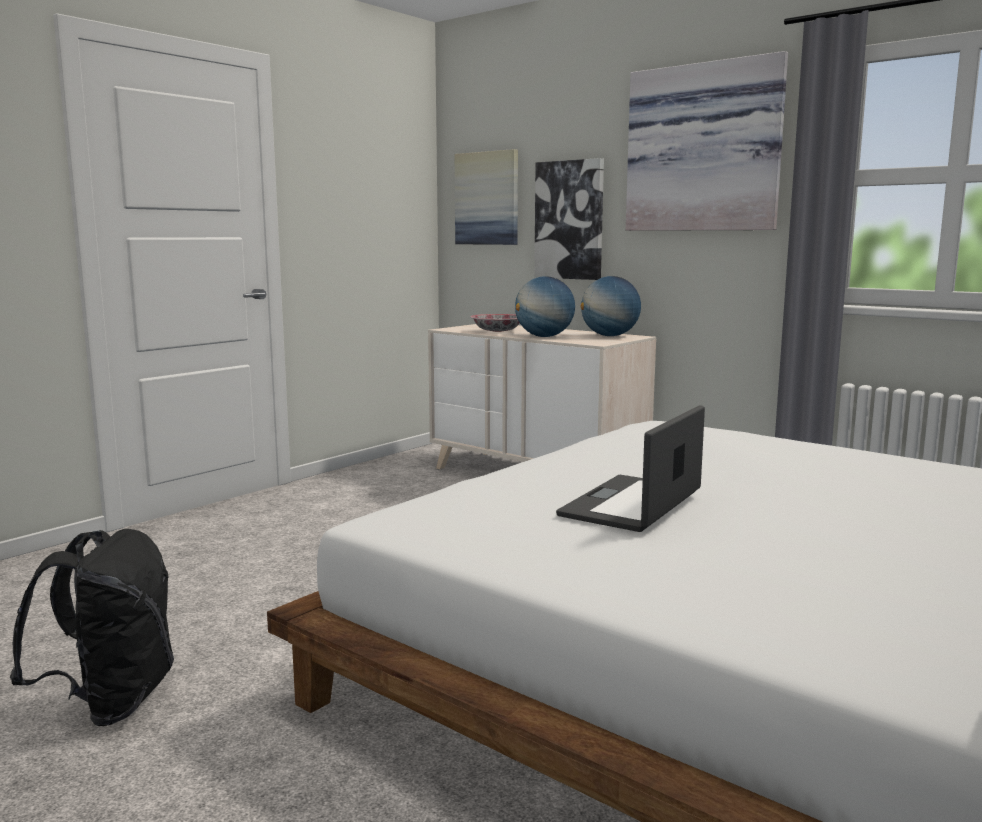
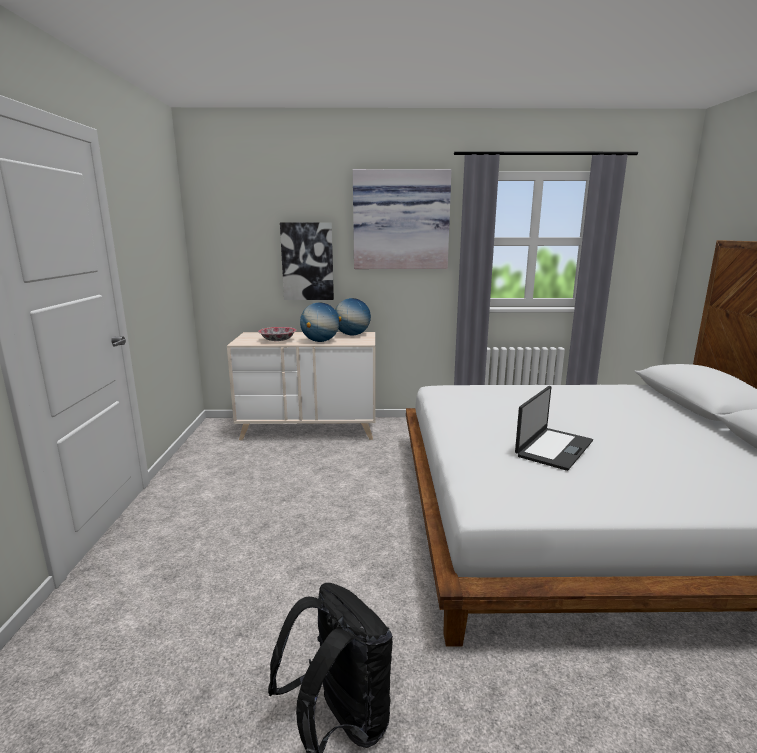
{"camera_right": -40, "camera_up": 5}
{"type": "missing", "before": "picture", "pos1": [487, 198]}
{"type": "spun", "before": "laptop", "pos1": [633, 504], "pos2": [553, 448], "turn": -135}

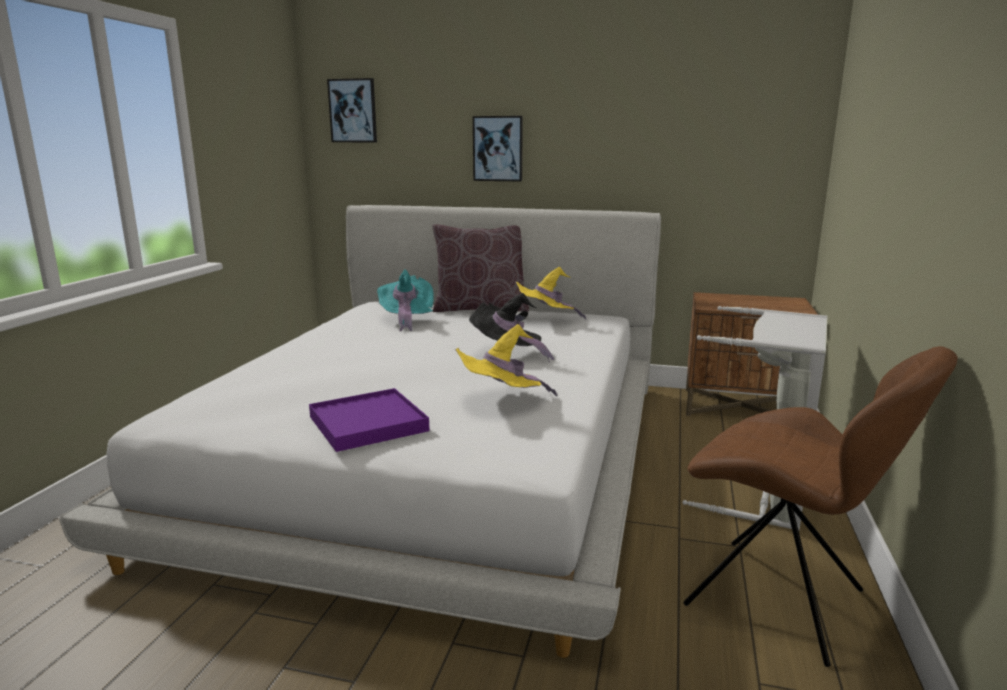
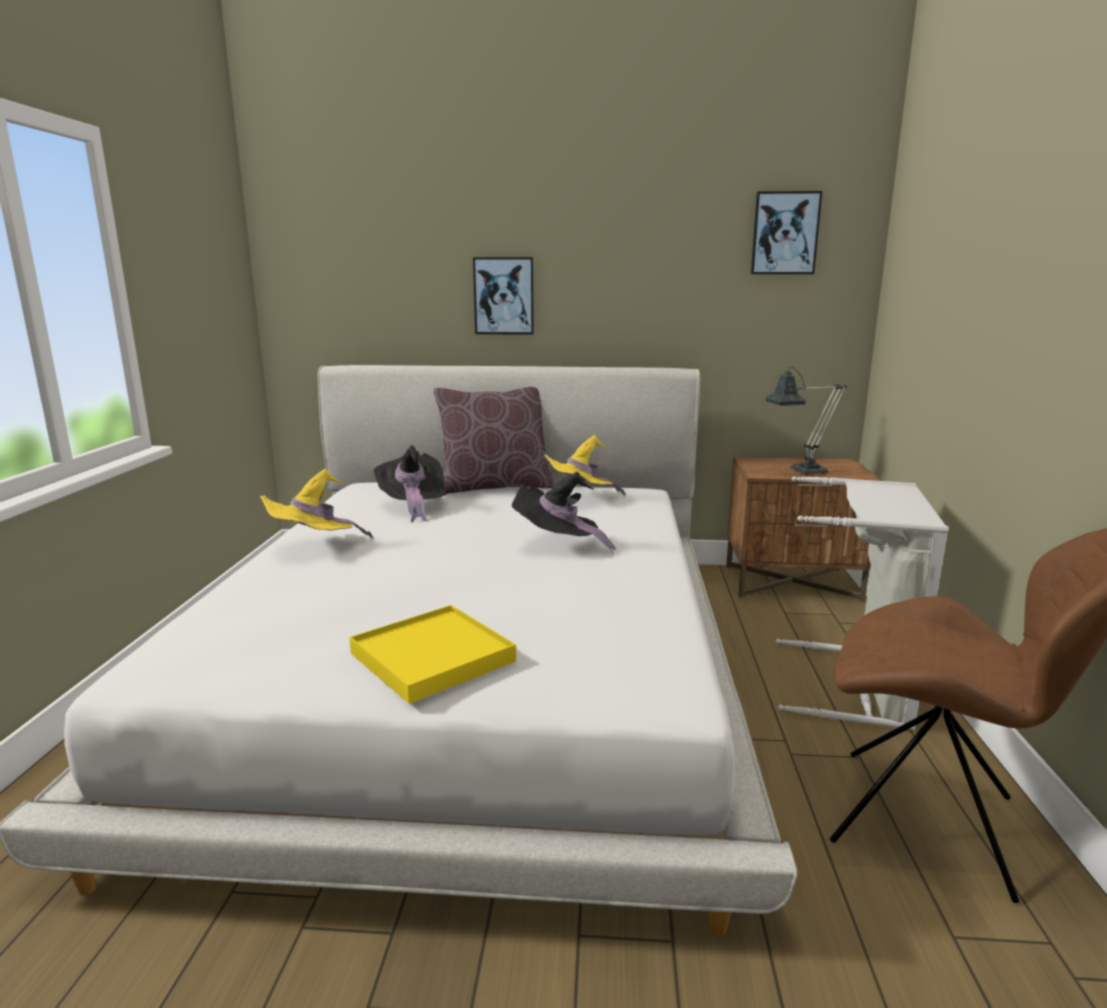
{"camera_right": -10, "camera_up": 0}
{"type": "relocated", "before": "picture", "pos1": [353, 111], "pos2": [785, 233]}
{"type": "colour", "before": "turquoise hat", "after": "black hat", "pos1": [406, 320], "pos2": [413, 507]}
{"type": "relocated", "before": "yellow hat", "pos1": [501, 402], "pos2": [314, 547]}
{"type": "colour", "before": "purple tray", "after": "yellow tray", "pos1": [368, 424], "pos2": [432, 657]}
{"type": "appeared", "after": "table lamp", "pos2": [801, 472]}

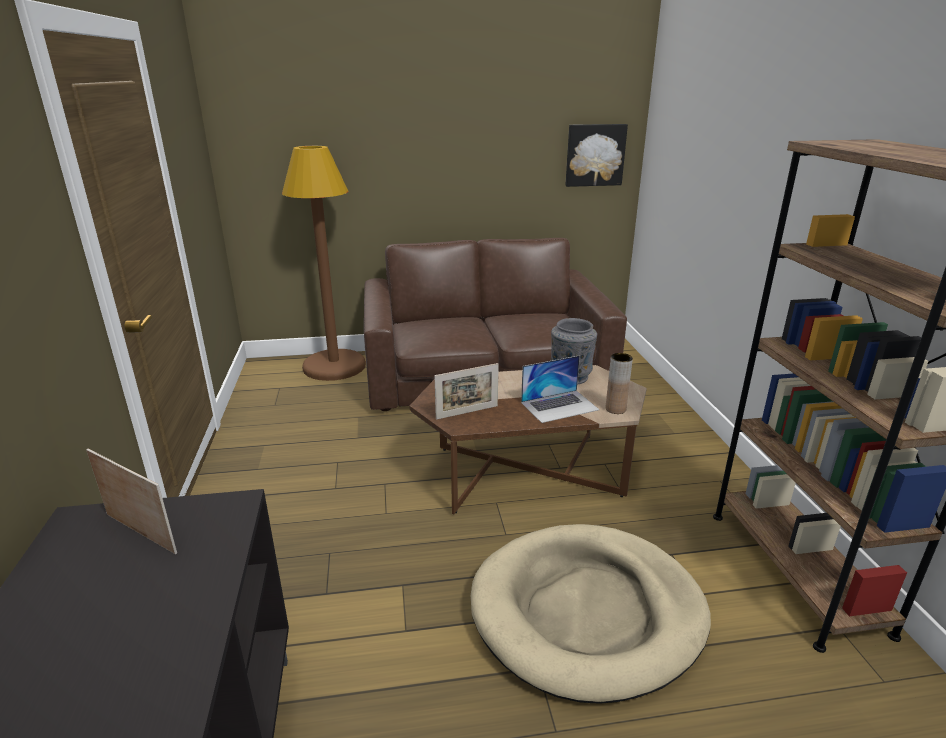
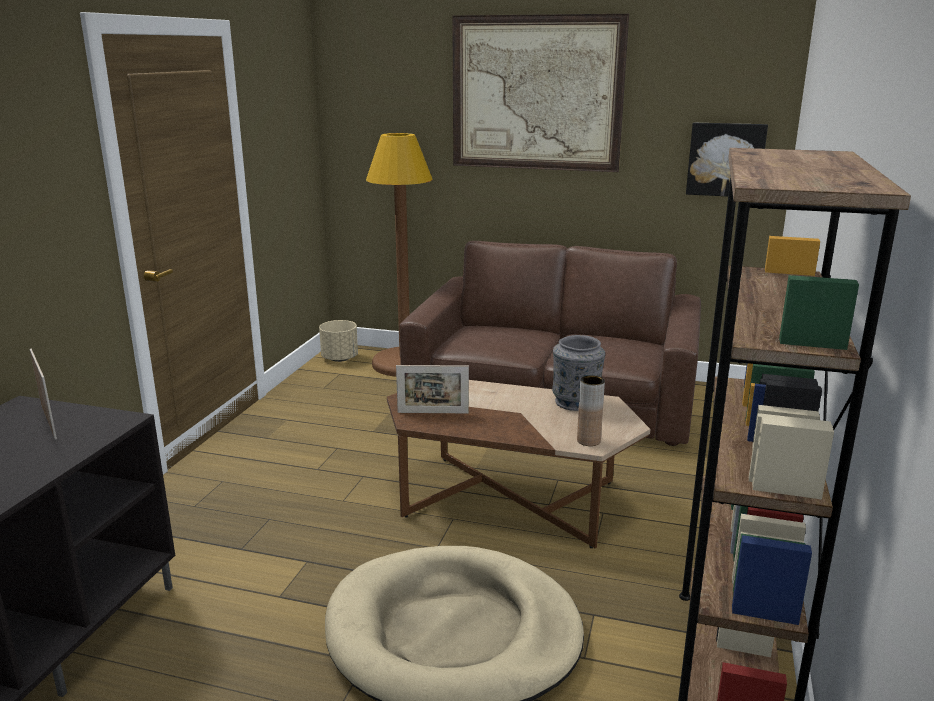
{"camera_right": 25, "camera_up": -5}
{"type": "missing", "before": "laptop", "pos1": [559, 406]}
{"type": "appeared", "after": "picture", "pos2": [536, 94]}
{"type": "appeared", "after": "beige planter", "pos2": [340, 358]}

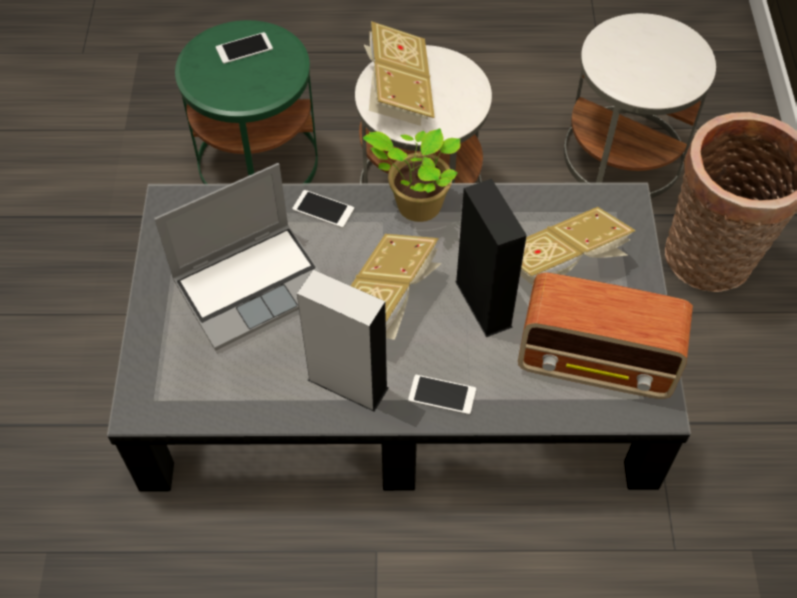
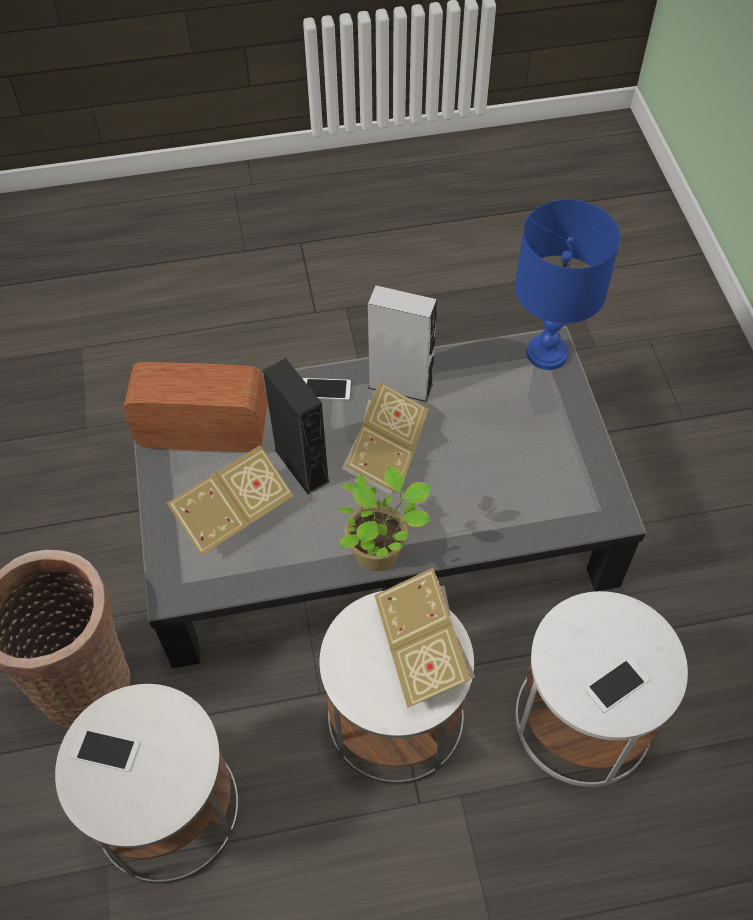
{"camera_right": 170, "camera_up": 0}
{"type": "colour", "before": "green side table", "after": "white side table", "pos1": [259, 162], "pos2": [581, 718]}
{"type": "missing", "before": "laptop", "pos1": [253, 285]}
{"type": "relocated", "before": "phone", "pos1": [323, 209], "pos2": [105, 750]}
{"type": "appeared", "after": "blue table lamp", "pos2": [547, 353]}

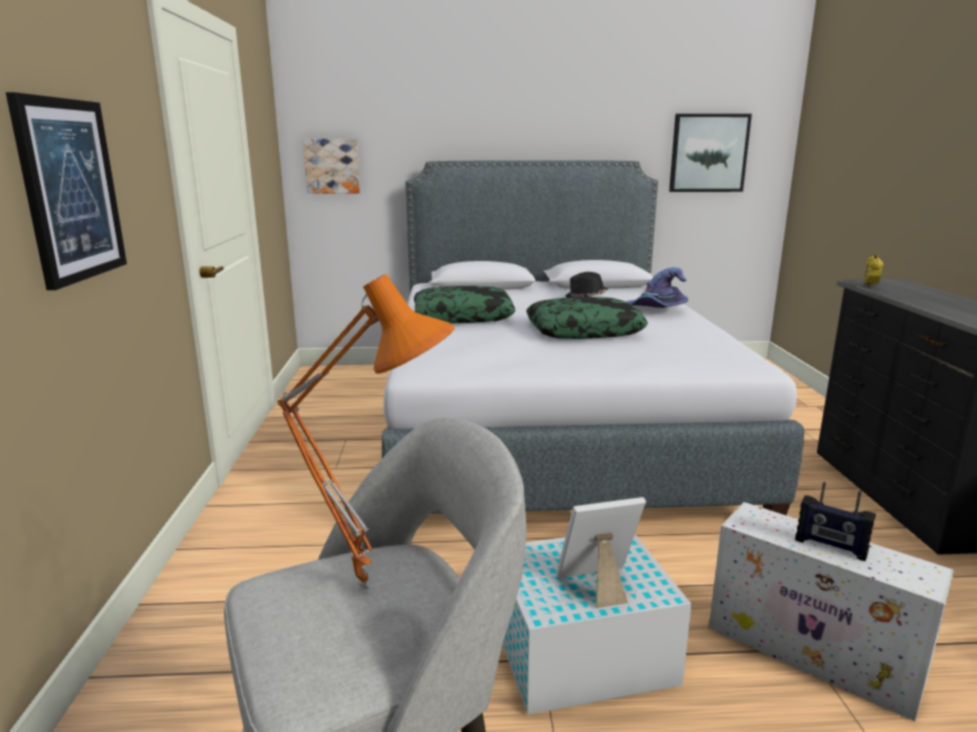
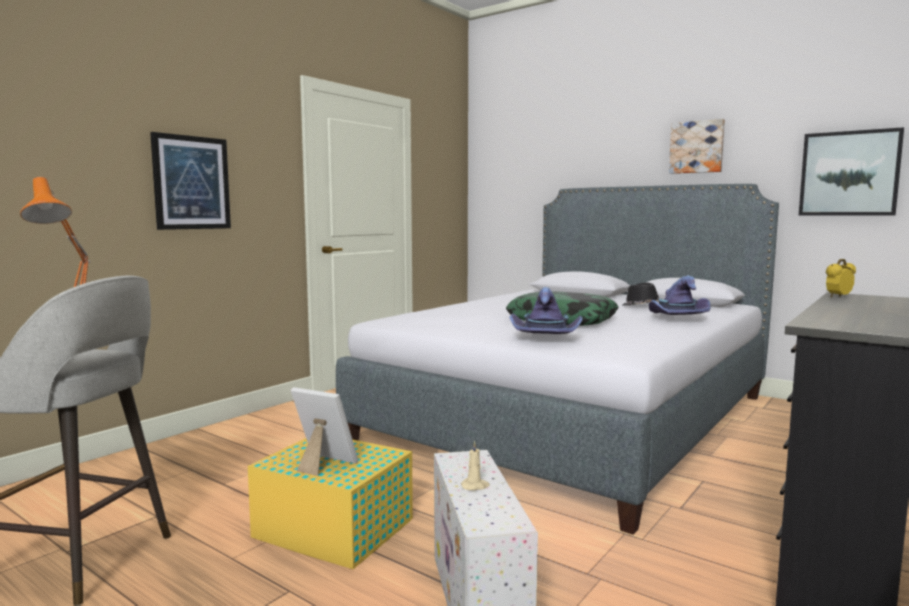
{"camera_right": 40, "camera_up": -10}
{"type": "relocated", "before": "picture", "pos1": [332, 166], "pos2": [697, 147]}
{"type": "missing", "before": "pillow", "pos1": [463, 316]}
{"type": "exchanged", "before": "radio", "after": "beige candle", "pos1": [830, 546], "pos2": [475, 486]}
{"type": "colour", "before": "white storage box", "after": "yellow storage box", "pos1": [579, 651], "pos2": [332, 528]}
{"type": "appeared", "after": "purple hat", "pos2": [545, 338]}

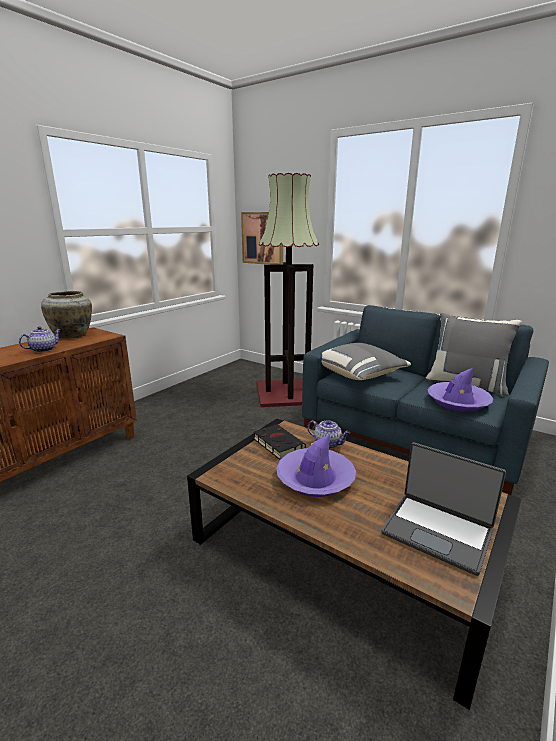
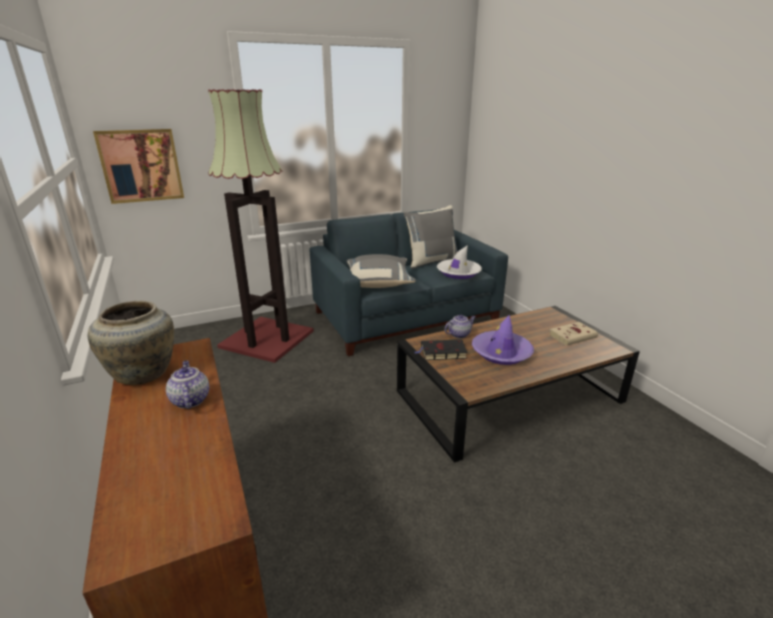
{"camera_right": -60, "camera_up": 5}
{"type": "colour", "before": "purple hat", "after": "white hat", "pos1": [458, 402], "pos2": [458, 273]}
{"type": "exchanged", "before": "laptop", "after": "beige book", "pos1": [437, 531], "pos2": [573, 336]}

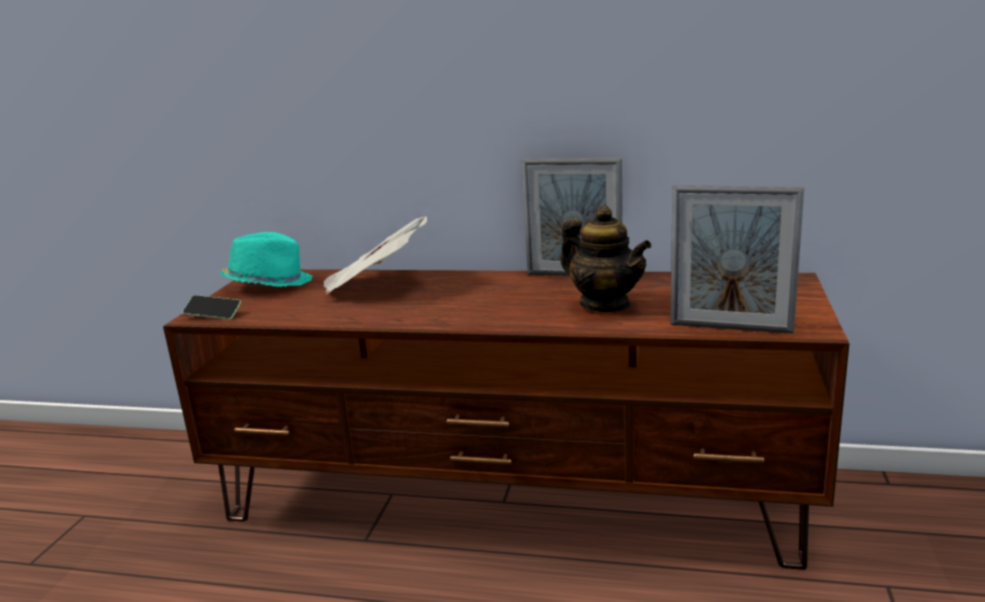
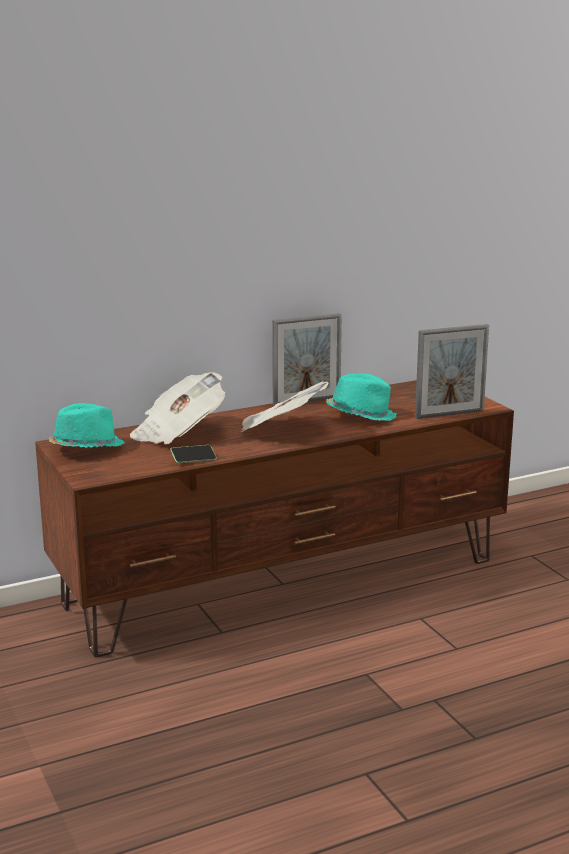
{"camera_right": -40, "camera_up": 0}
{"type": "exchanged", "before": "teapot", "after": "turquoise hat", "pos1": [605, 305], "pos2": [361, 415]}
{"type": "relocated", "before": "phone", "pos1": [213, 315], "pos2": [193, 460]}
{"type": "appeared", "after": "newspaper", "pos2": [281, 430]}

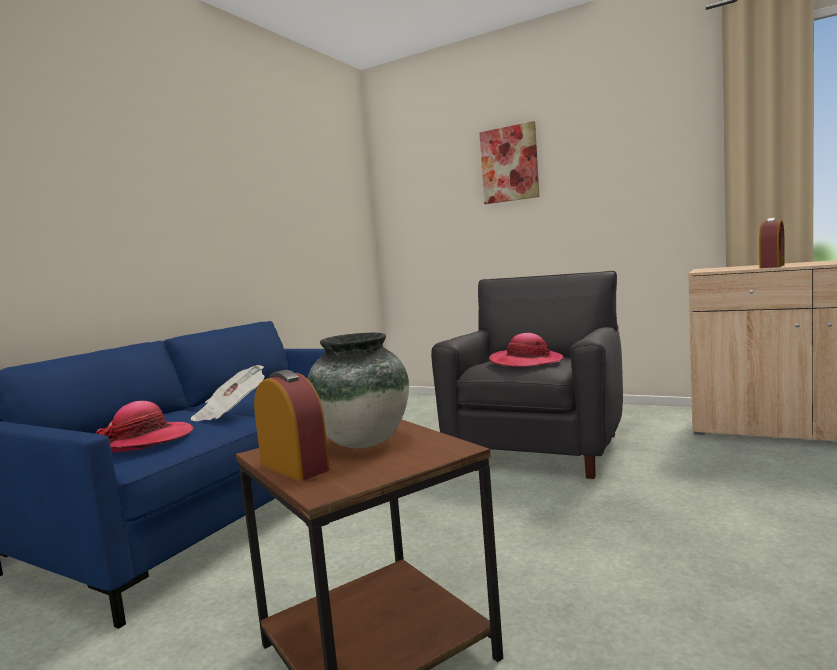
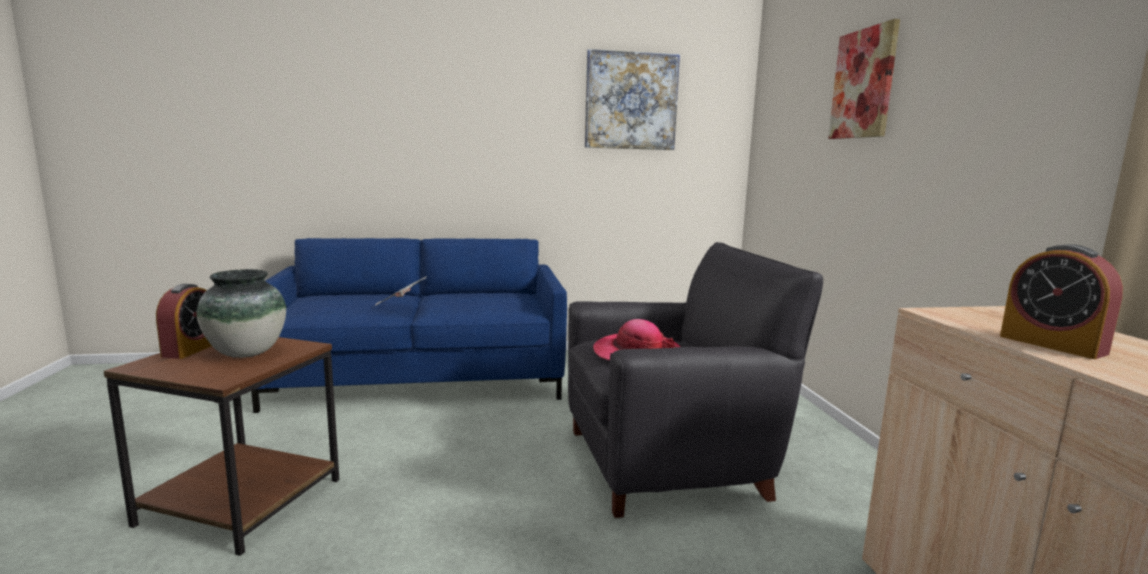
{"camera_right": 50, "camera_up": 5}
{"type": "spun", "before": "alarm clock", "pos1": [772, 266], "pos2": [1052, 344], "turn": 60}
{"type": "missing", "before": "hat", "pos1": [141, 440]}
{"type": "appeared", "after": "picture", "pos2": [631, 101]}

